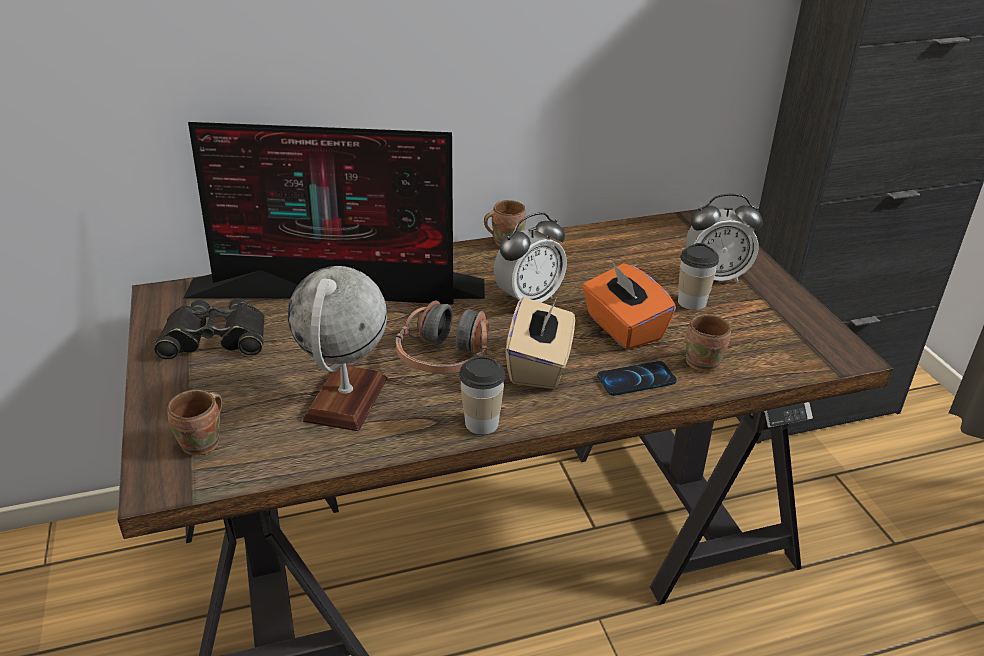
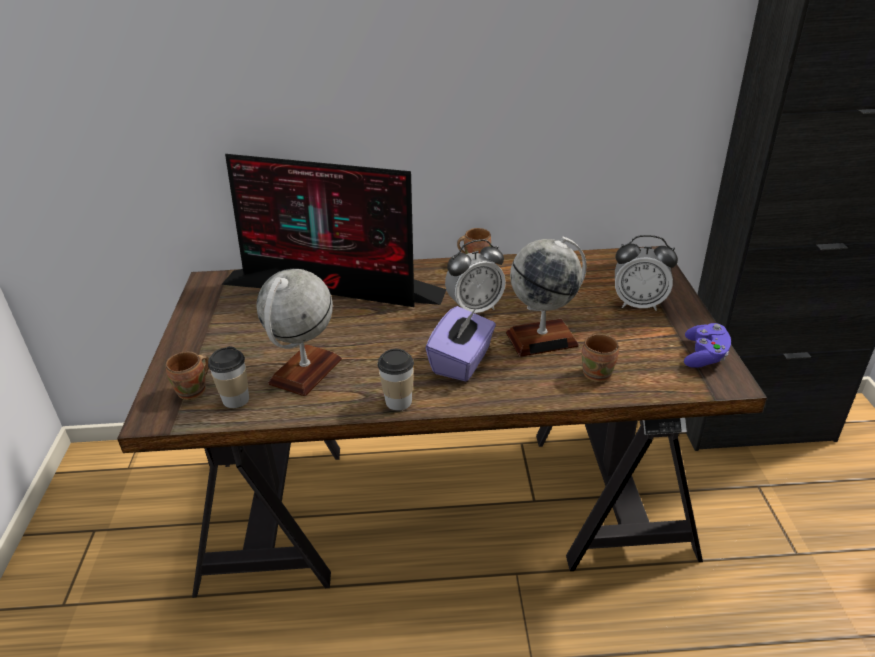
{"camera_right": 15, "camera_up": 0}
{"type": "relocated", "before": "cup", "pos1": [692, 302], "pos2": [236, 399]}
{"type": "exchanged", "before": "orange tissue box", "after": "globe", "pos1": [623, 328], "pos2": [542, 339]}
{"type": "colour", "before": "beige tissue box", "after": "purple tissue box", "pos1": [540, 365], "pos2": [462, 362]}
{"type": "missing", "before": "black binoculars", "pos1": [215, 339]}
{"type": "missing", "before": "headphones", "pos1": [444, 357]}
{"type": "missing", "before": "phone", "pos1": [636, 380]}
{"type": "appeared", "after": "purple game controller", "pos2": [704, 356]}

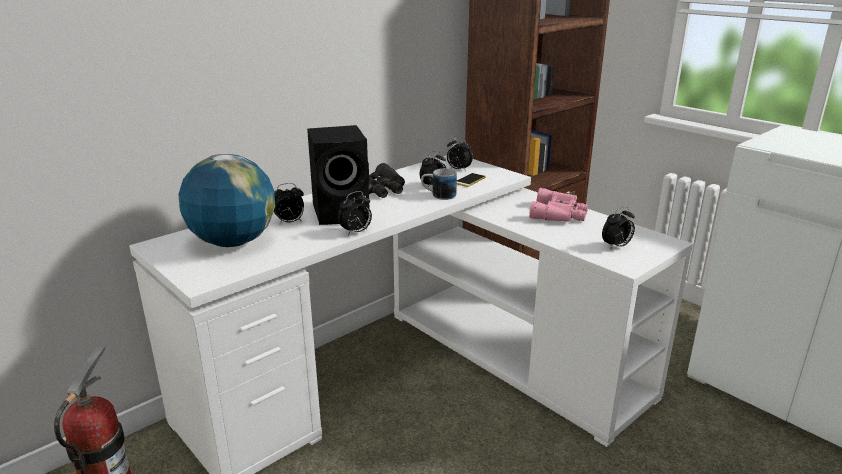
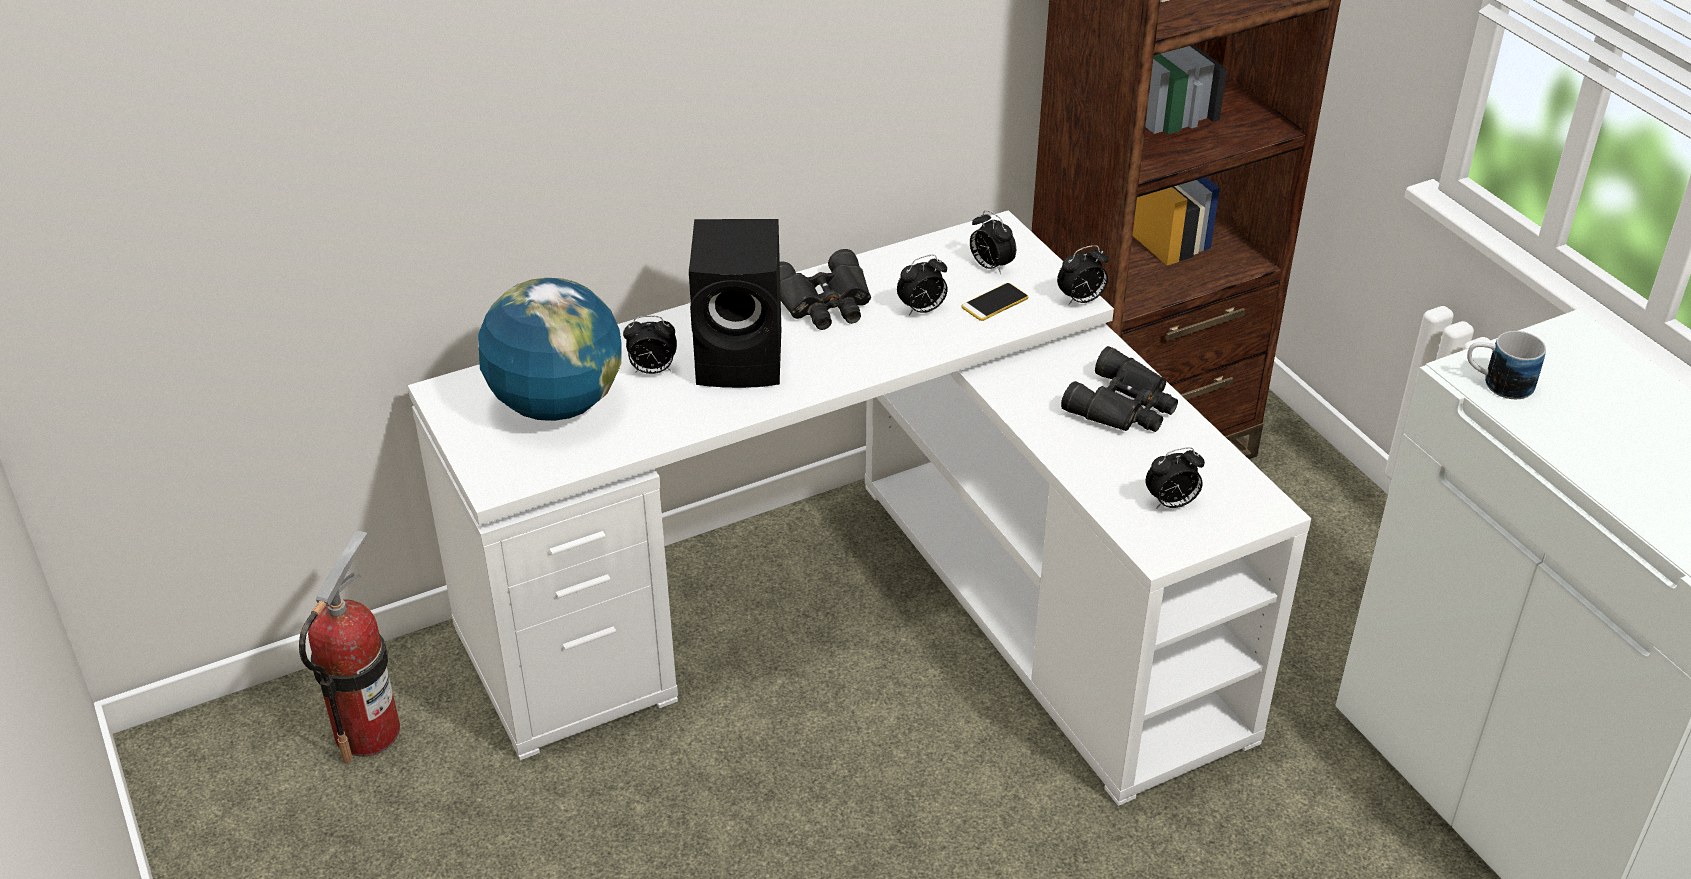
{"camera_right": 15, "camera_up": 15}
{"type": "relocated", "before": "mug", "pos1": [438, 195], "pos2": [1497, 383]}
{"type": "colour", "before": "pink binoculars", "after": "black binoculars", "pos1": [559, 214], "pos2": [1124, 406]}
{"type": "relocated", "before": "alarm clock", "pos1": [356, 232], "pos2": [1081, 300]}

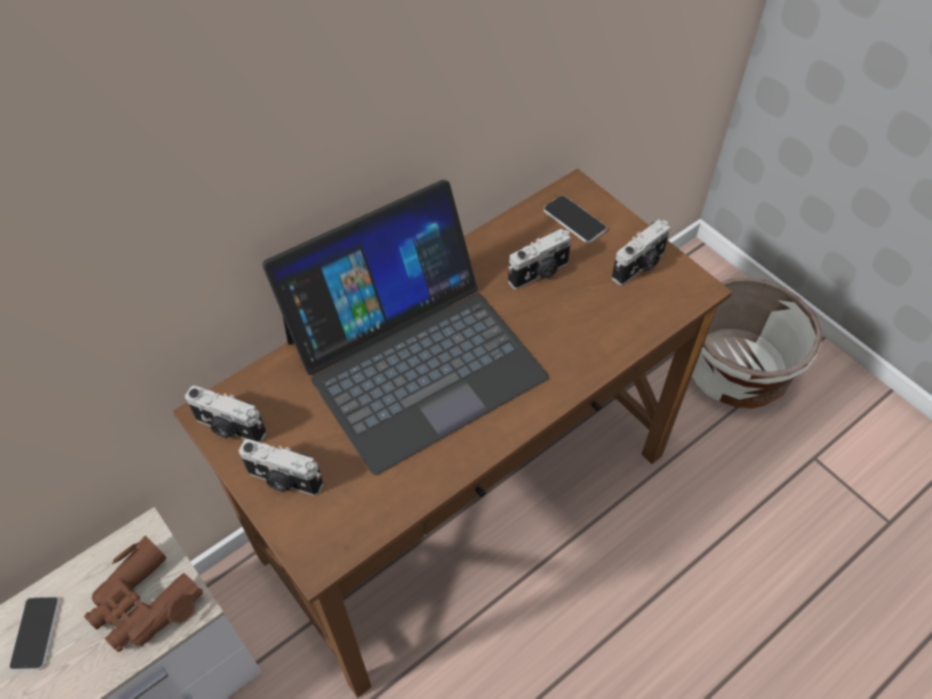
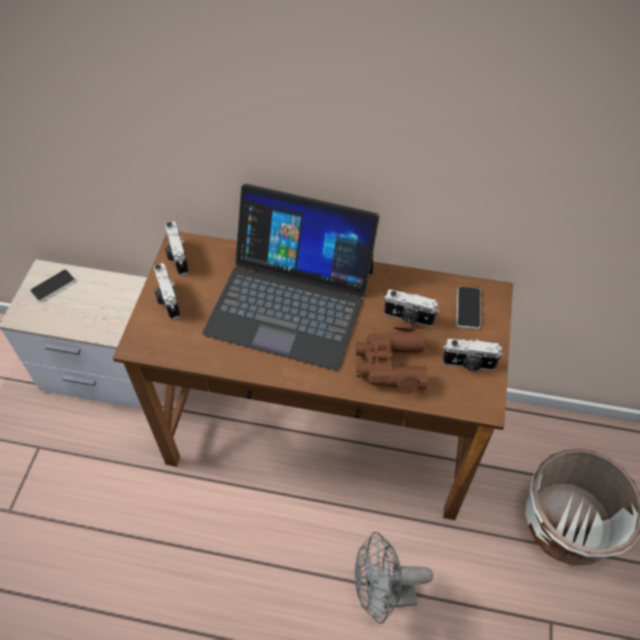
{"camera_right": 50, "camera_up": 0}
{"type": "relocated", "before": "brown binoculars", "pos1": [144, 603], "pos2": [390, 365]}
{"type": "appeared", "after": "grey fan", "pos2": [383, 595]}

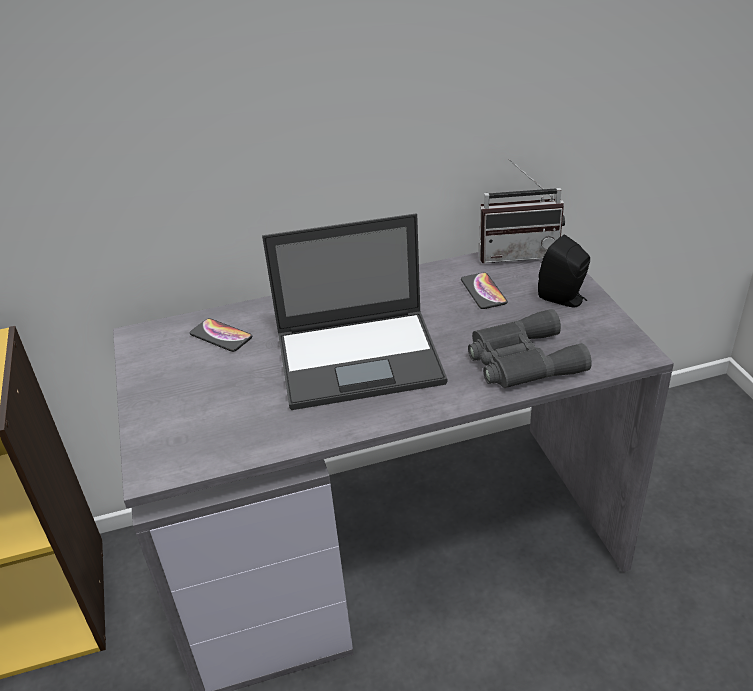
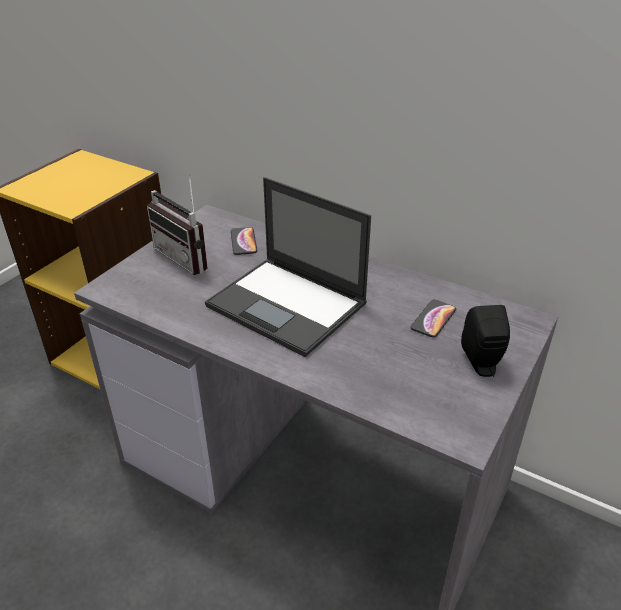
{"camera_right": 45, "camera_up": 0}
{"type": "relocated", "before": "radio", "pos1": [518, 253], "pos2": [188, 257]}
{"type": "missing", "before": "grey binoculars", "pos1": [521, 360]}

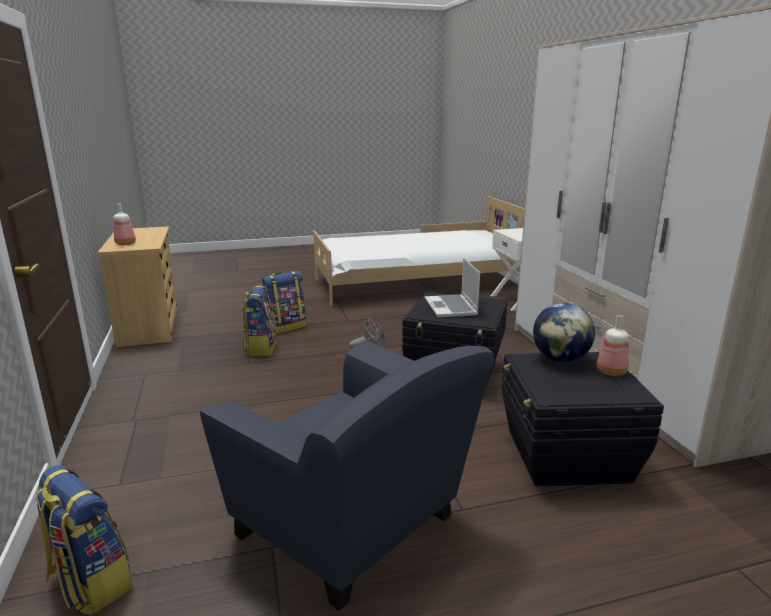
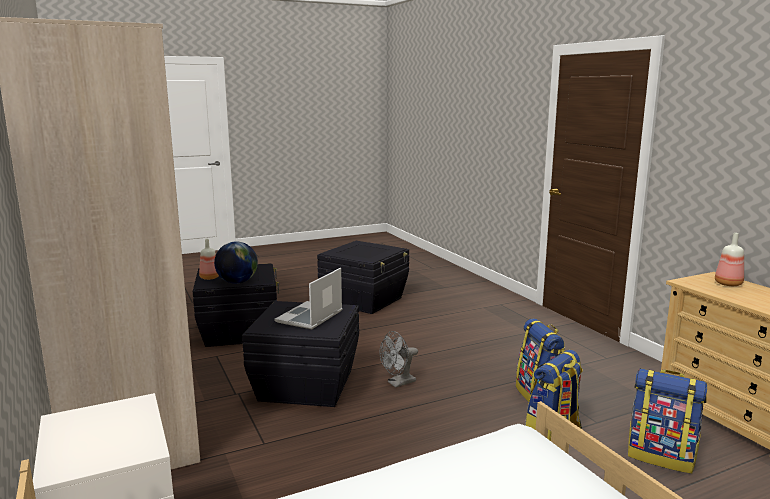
{"camera_right": 170, "camera_up": -5}
{"type": "spun", "before": "laptop", "pos1": [451, 307], "pos2": [310, 317], "turn": -135}
{"type": "exchanged", "before": "blue armchair", "after": "black storage box", "pos1": [356, 528], "pos2": [365, 300]}
{"type": "relocated", "before": "backpack", "pos1": [89, 583], "pos2": [661, 456]}

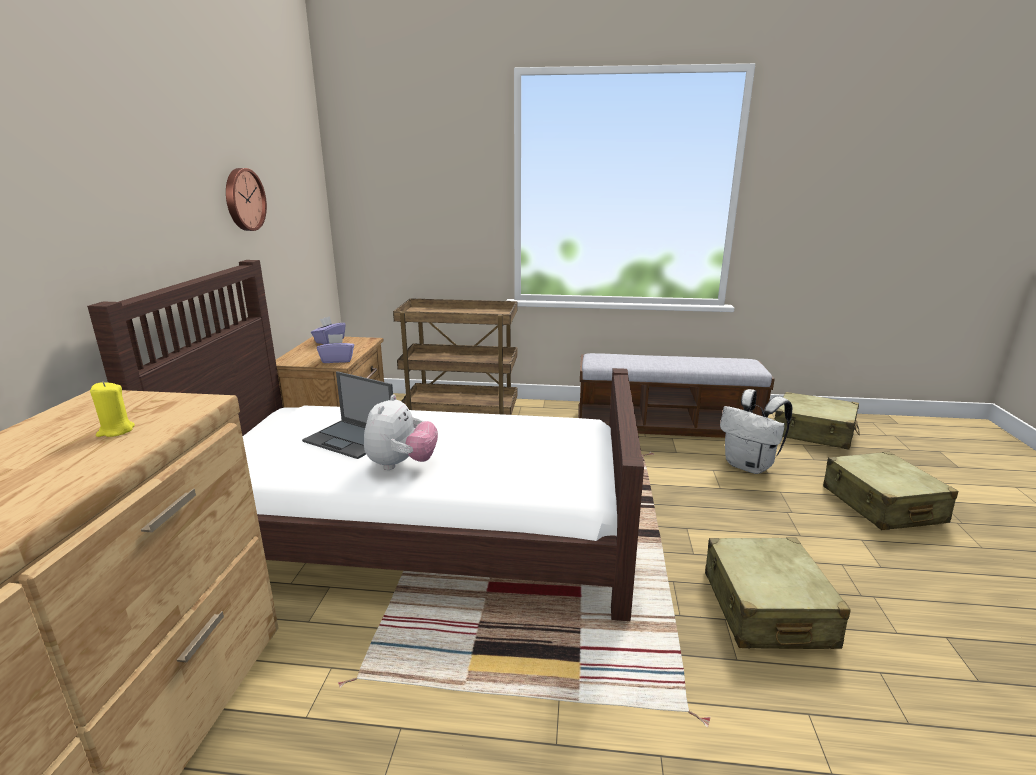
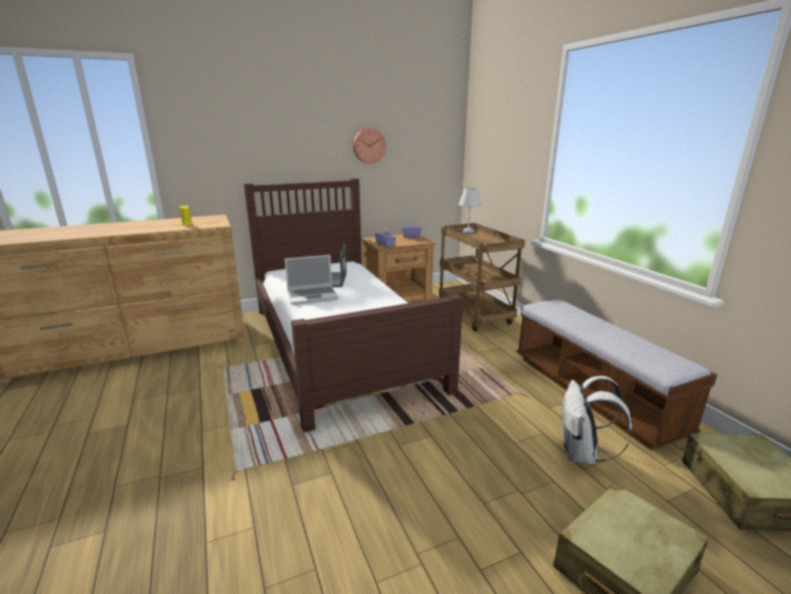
{"camera_right": 60, "camera_up": 0}
{"type": "exchanged", "before": "plush toy", "after": "laptop", "pos1": [401, 464], "pos2": [313, 296]}
{"type": "missing", "before": "beige suitcase", "pos1": [766, 609]}
{"type": "appeared", "after": "white table lamp", "pos2": [468, 232]}

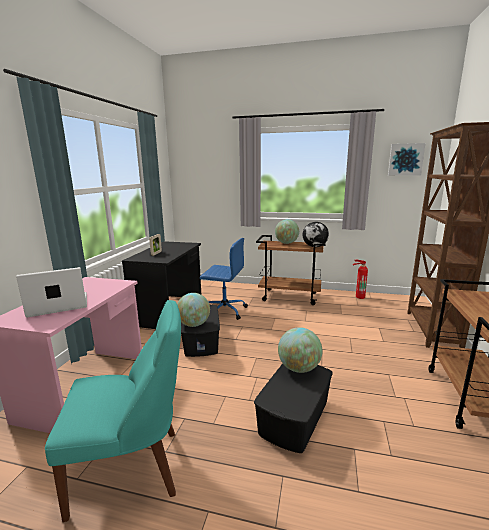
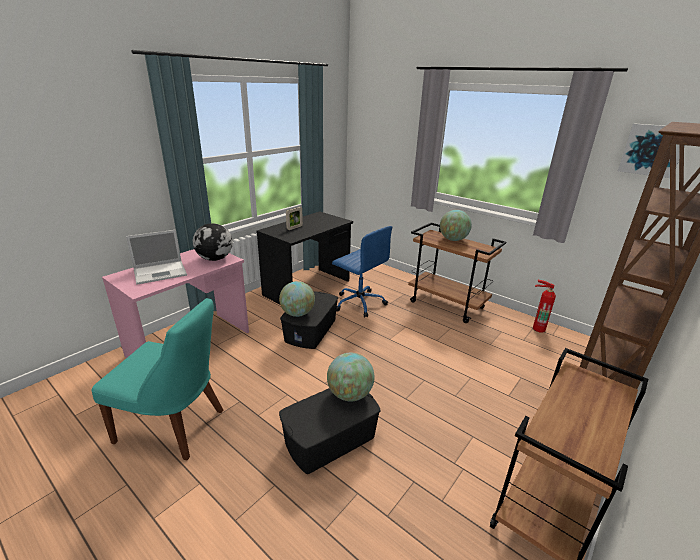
{"camera_right": 25, "camera_up": 10}
{"type": "relocated", "before": "globe", "pos1": [315, 247], "pos2": [215, 259]}
{"type": "spun", "before": "laptop", "pos1": [57, 305], "pos2": [161, 272], "turn": 150}

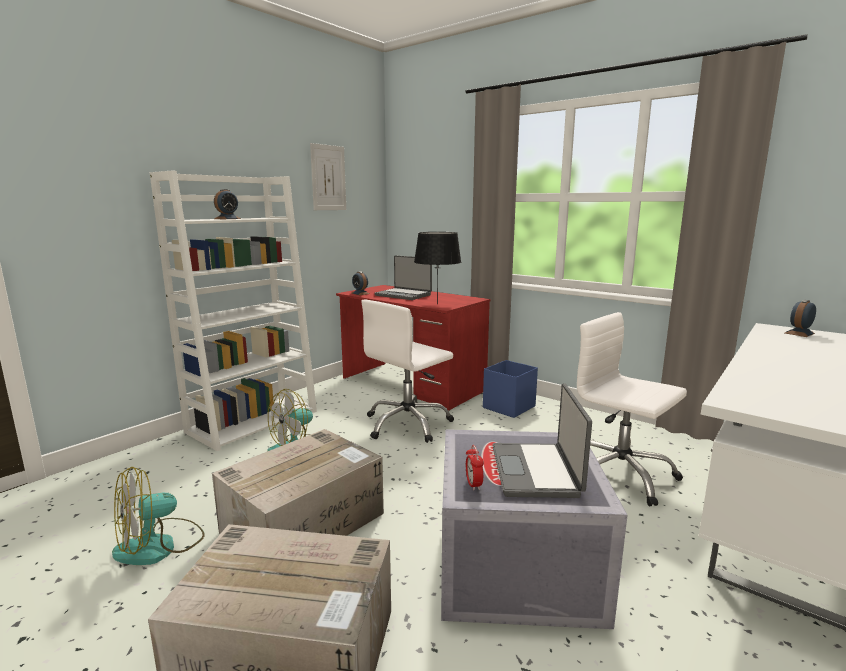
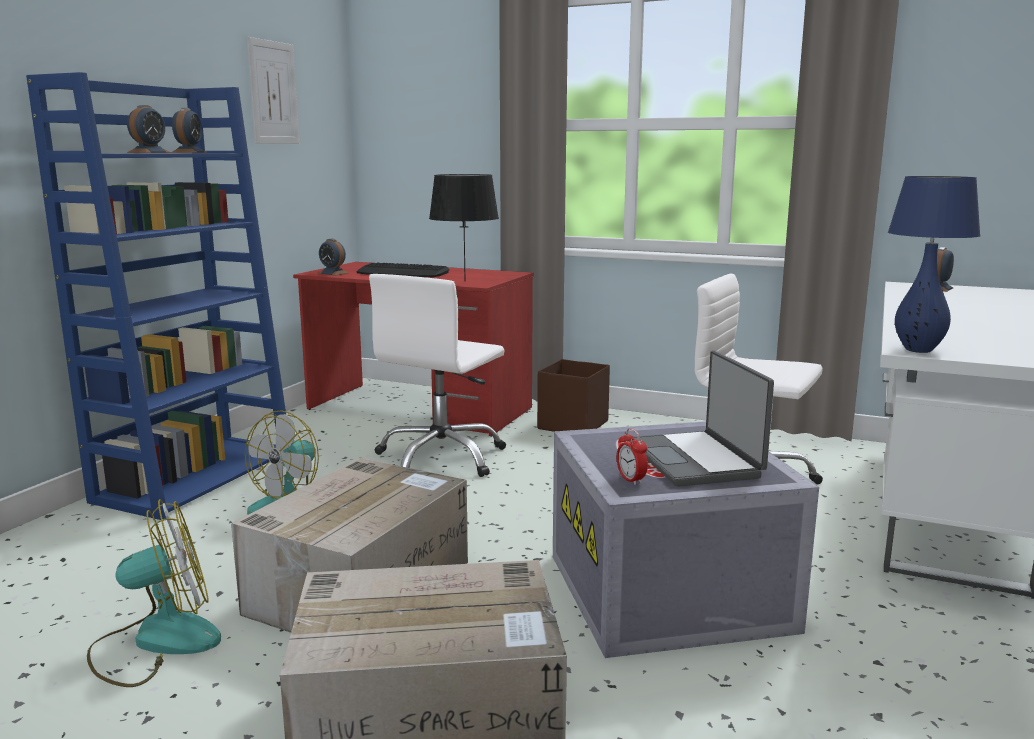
{"camera_right": -15, "camera_up": 0}
{"type": "colour", "before": "white bookcase", "after": "blue bookcase", "pos1": [254, 421], "pos2": [197, 476]}
{"type": "exchanged", "before": "laptop", "after": "keyboard", "pos1": [404, 295], "pos2": [403, 272]}
{"type": "colour", "before": "blue storage box", "after": "brown storage box", "pos1": [508, 407], "pos2": [572, 425]}
{"type": "spun", "before": "fan", "pos1": [159, 546], "pos2": [156, 642], "turn": -150}
{"type": "appeared", "after": "alarm clock", "pos2": [189, 152]}
{"type": "appeared", "after": "blue table lamp", "pos2": [918, 350]}

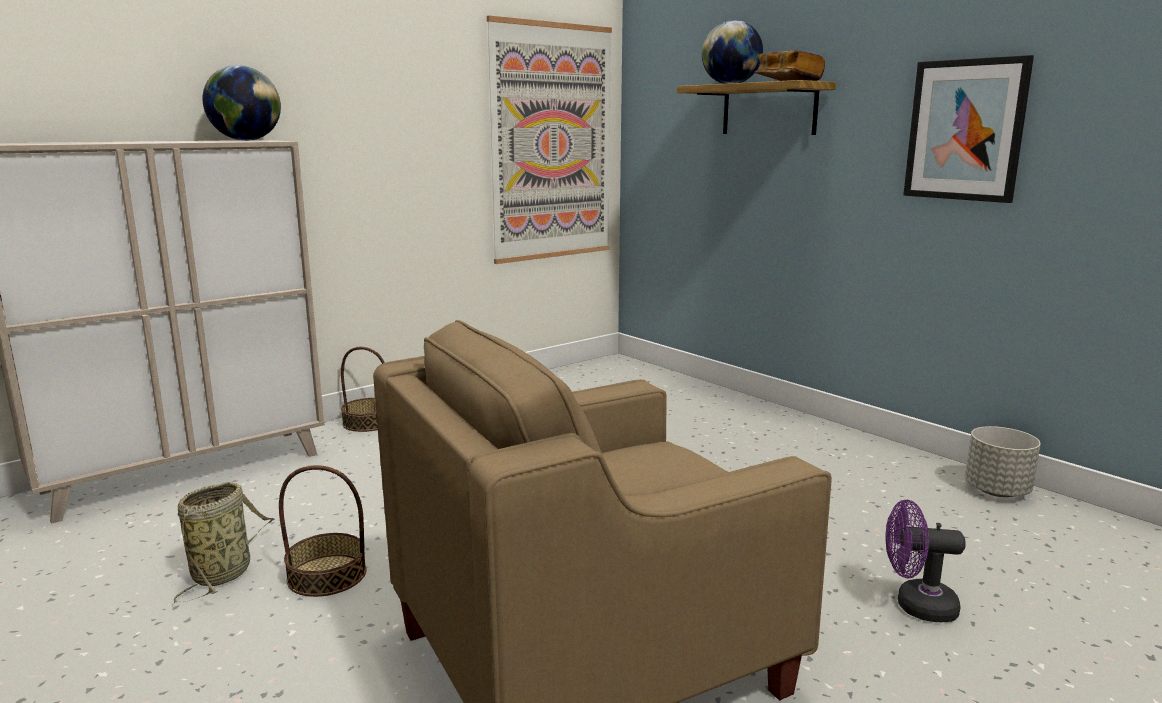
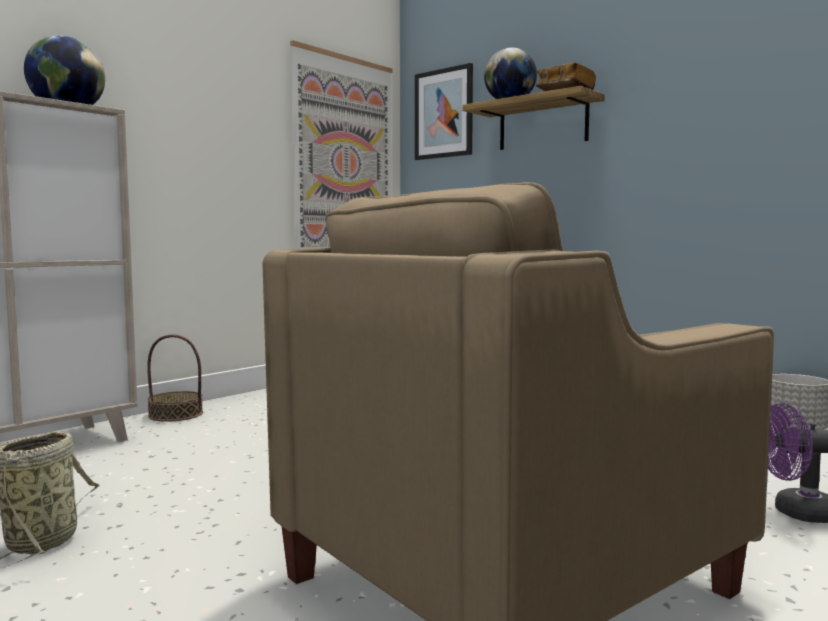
{"camera_right": -10, "camera_up": -10}
{"type": "relocated", "before": "picture", "pos1": [965, 130], "pos2": [444, 113]}
{"type": "missing", "before": "basket", "pos1": [327, 575]}

